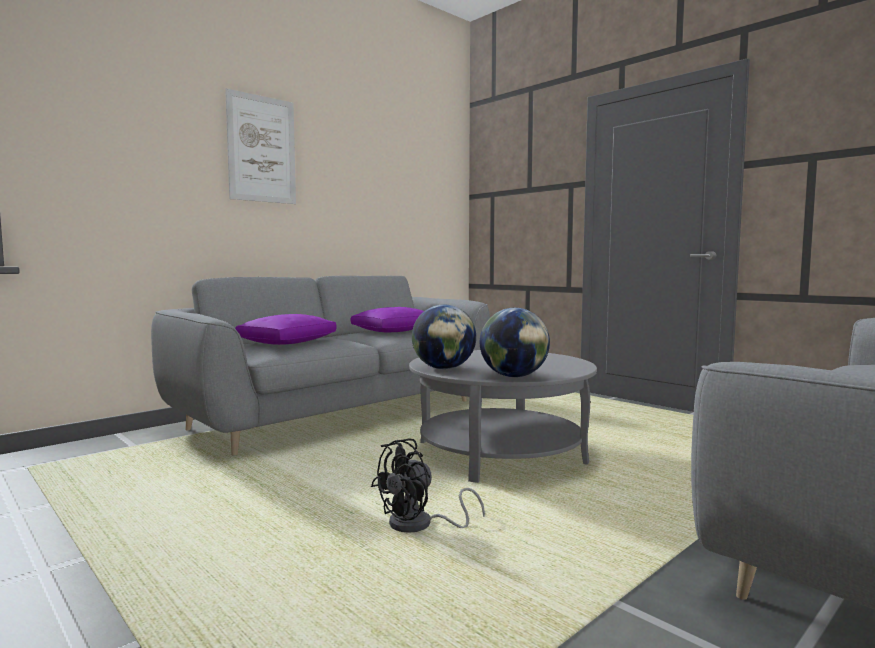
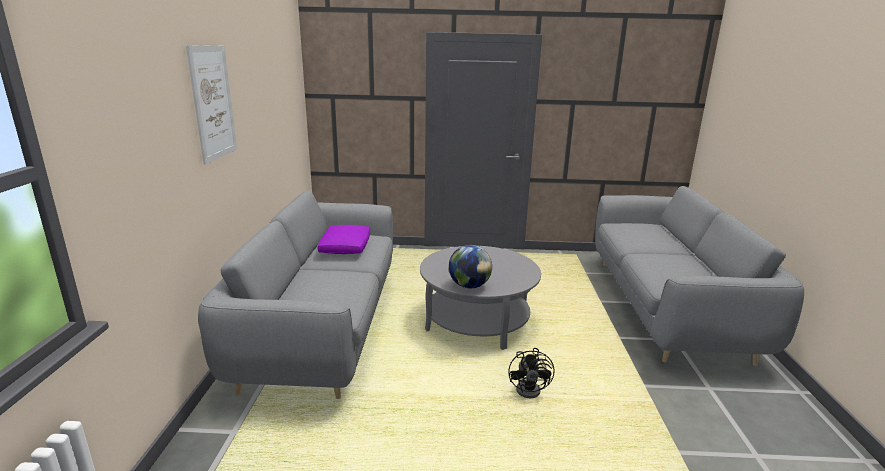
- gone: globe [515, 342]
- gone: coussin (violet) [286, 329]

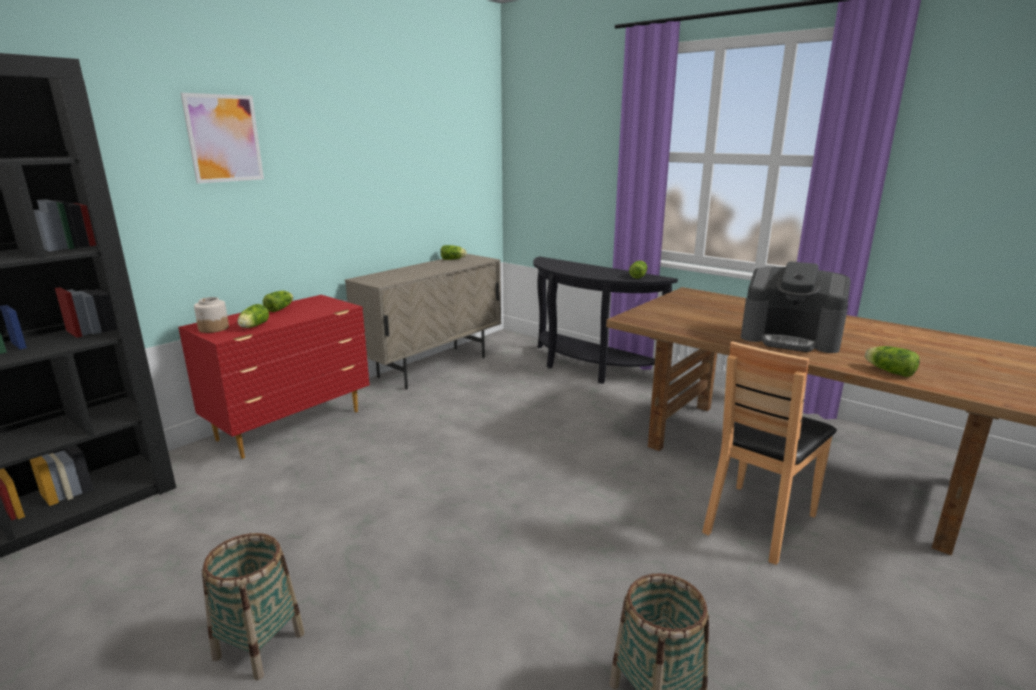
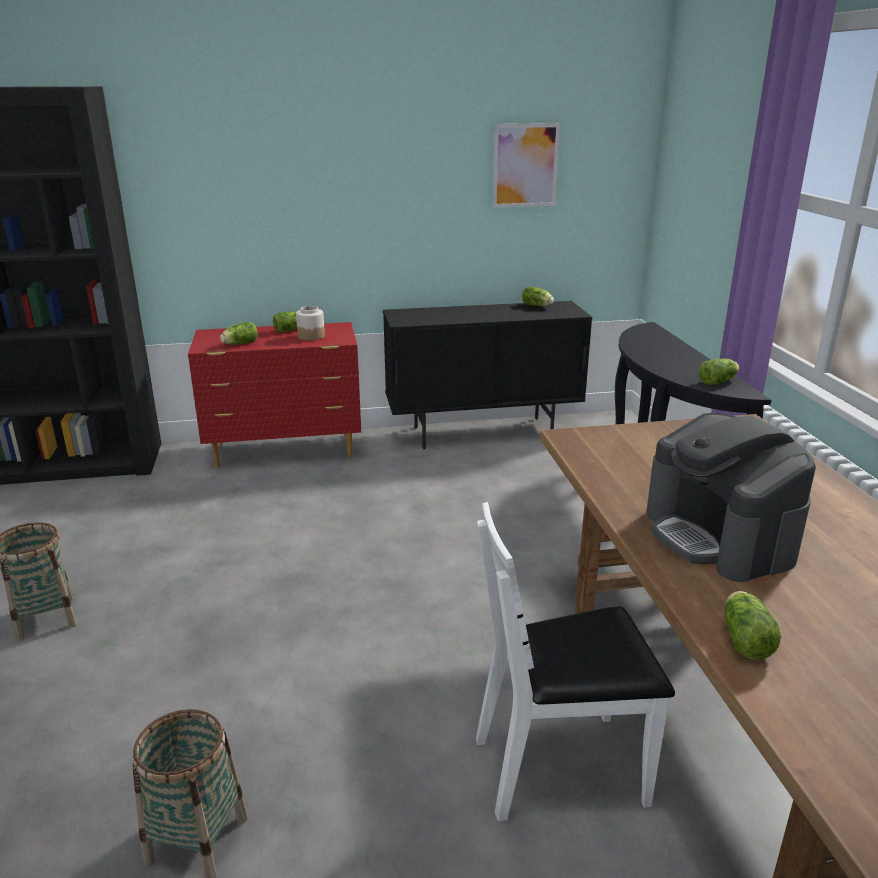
- shifted: tableau [222, 138] to [526, 165]
- repainted: meuble de rangement (beige) [423, 321] to meuble de rangement (noir) [487, 375]
- shifted: bocal [211, 315] to [310, 323]
- repainted: chaise (marron) [769, 453] to chaise (blanc) [575, 661]

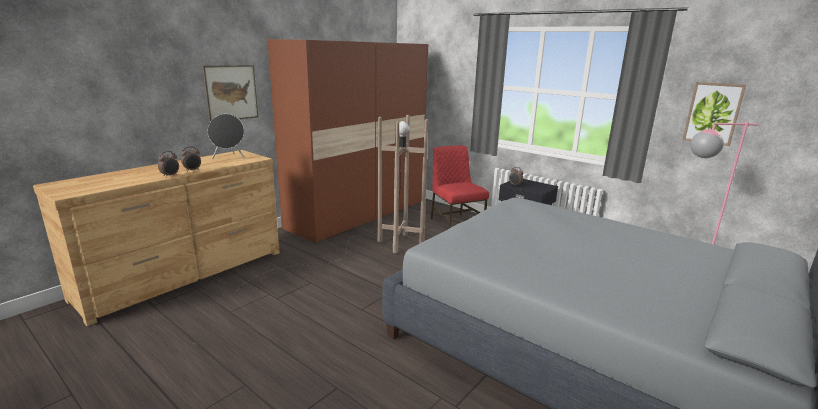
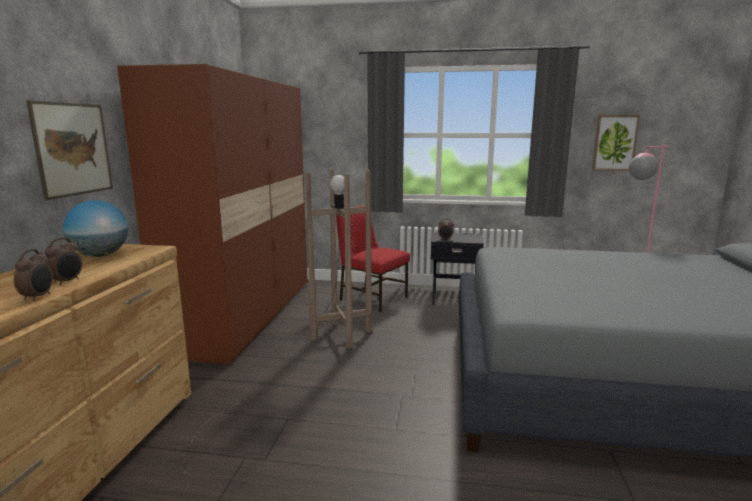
- swapped: enceinte (noir) [226, 136] to globe [95, 228]

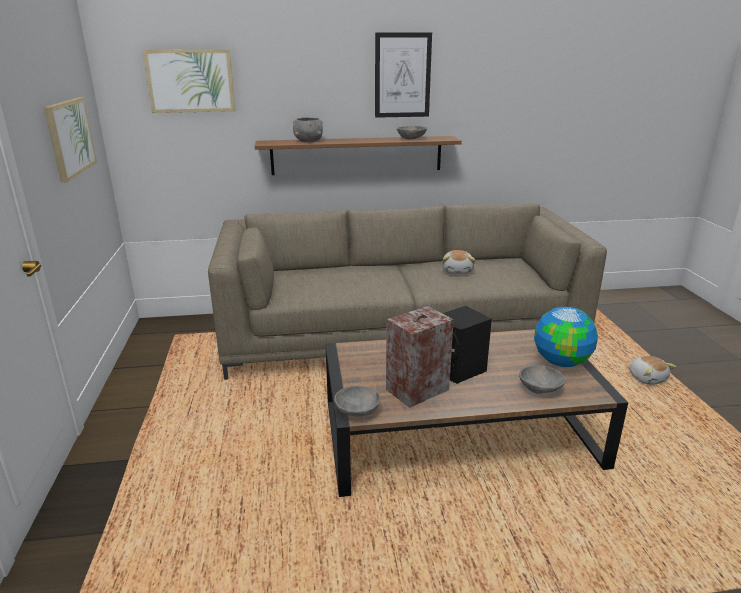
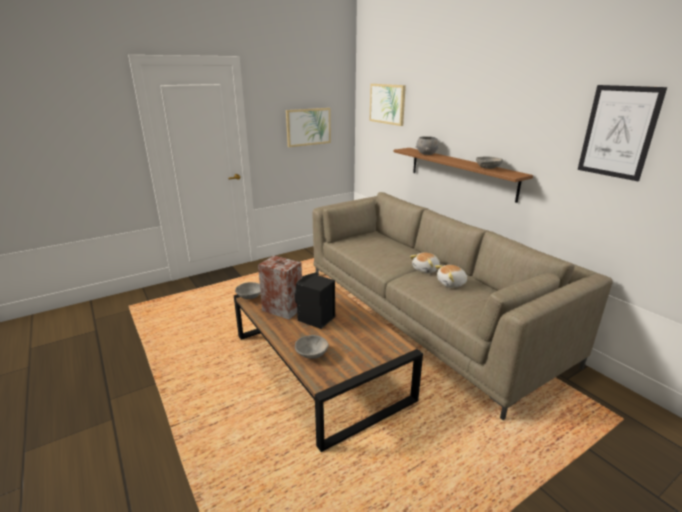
- shifted: tableau [403, 75] to [622, 133]
- gone: globe [566, 337]
- shifted: peluche [652, 370] to [425, 262]

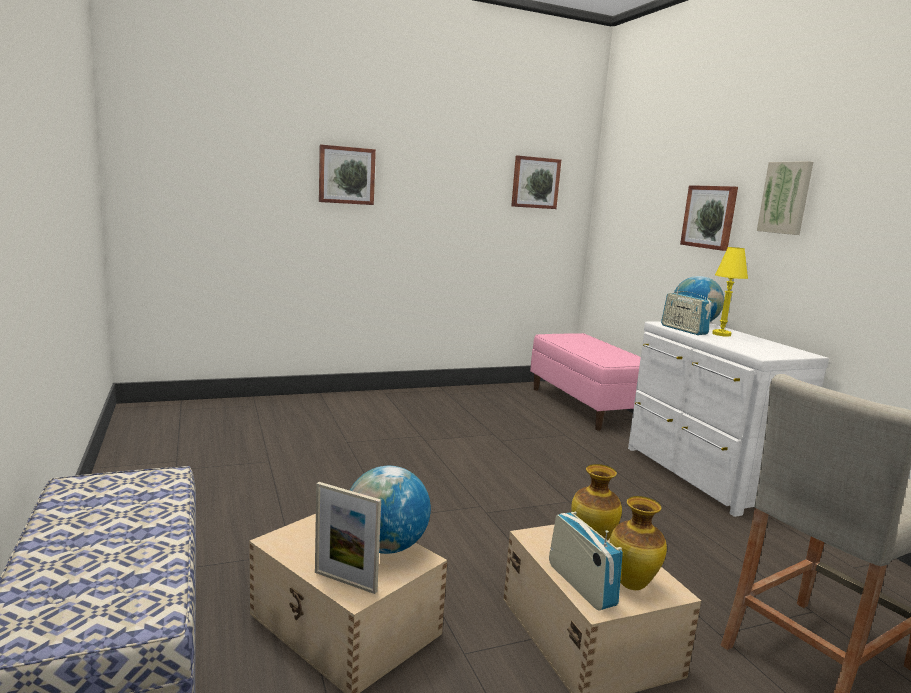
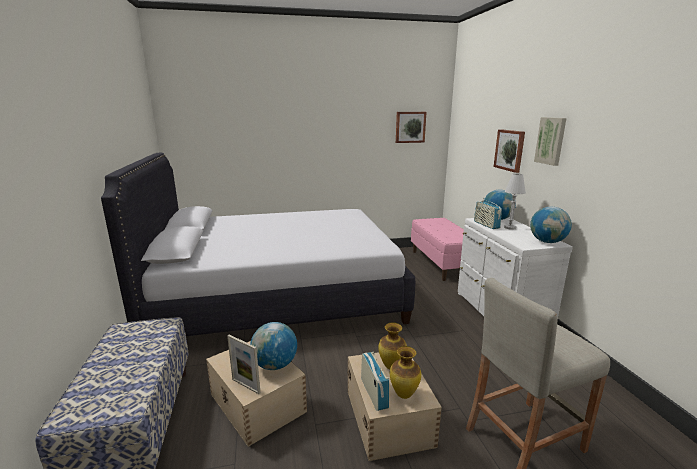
- gone: tableau [347, 174]
- repainted: lampe de table (jaune) [730, 292] to lampe de table (blanc) [515, 201]
- new: lit (blanc) [258, 244]
- new: globe [551, 225]

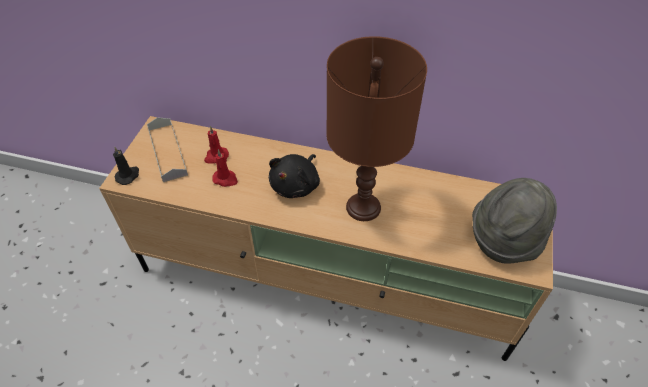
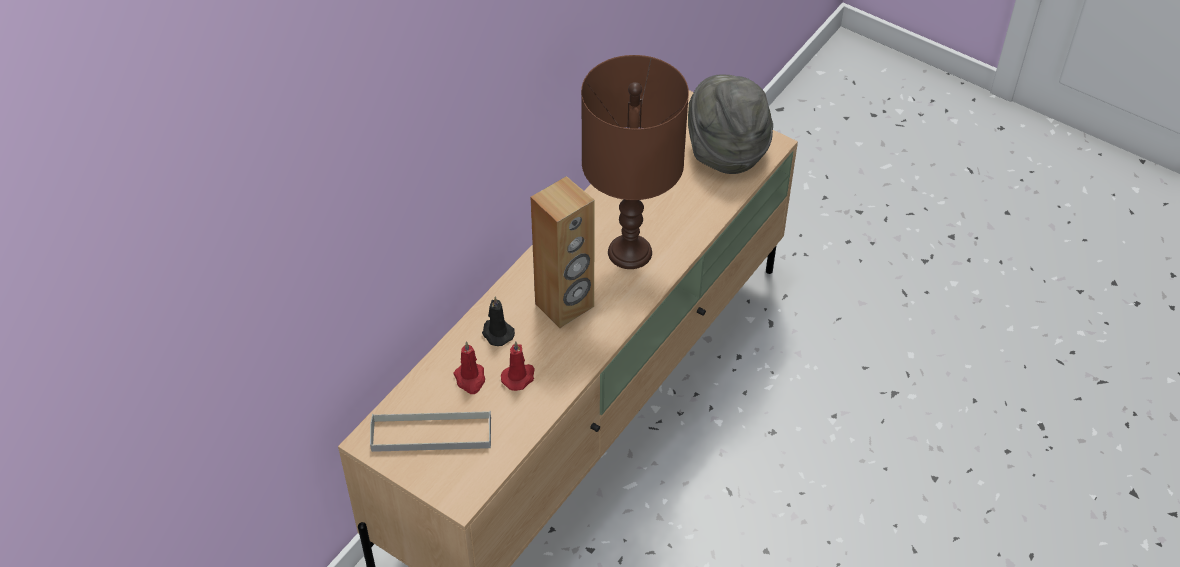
- shifted: bougie (noir) [126, 166] to [498, 321]
- swapped: peluche (noir) [294, 176] to enceinte (marron) [562, 252]

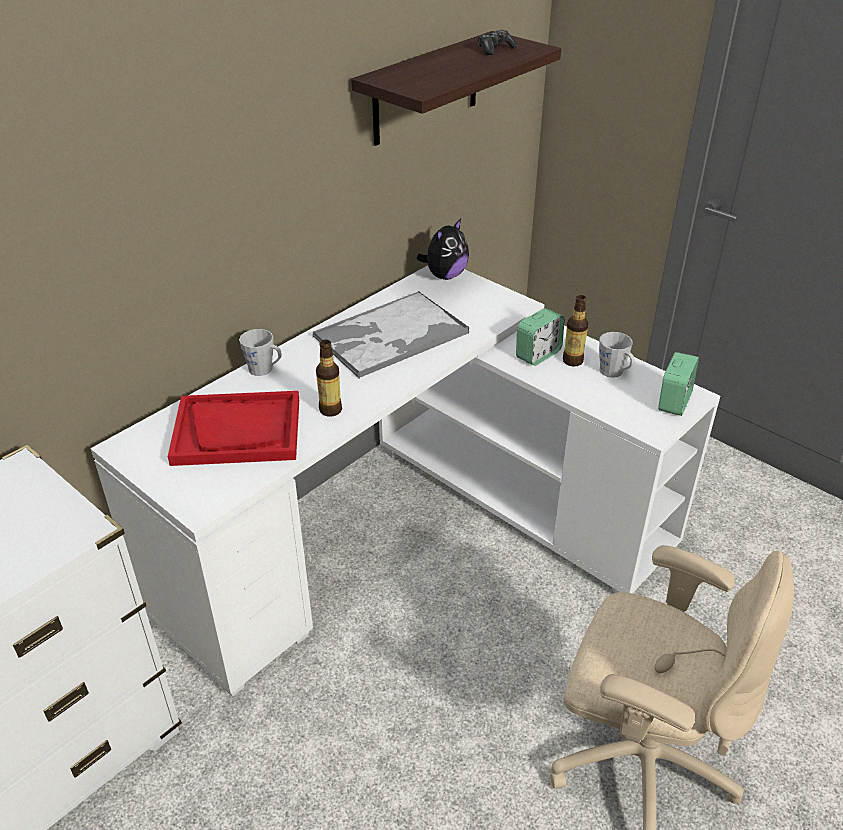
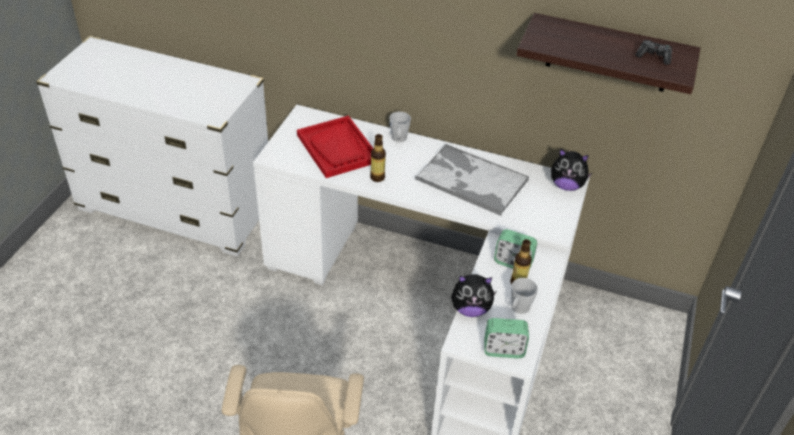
- new: peluche [473, 295]

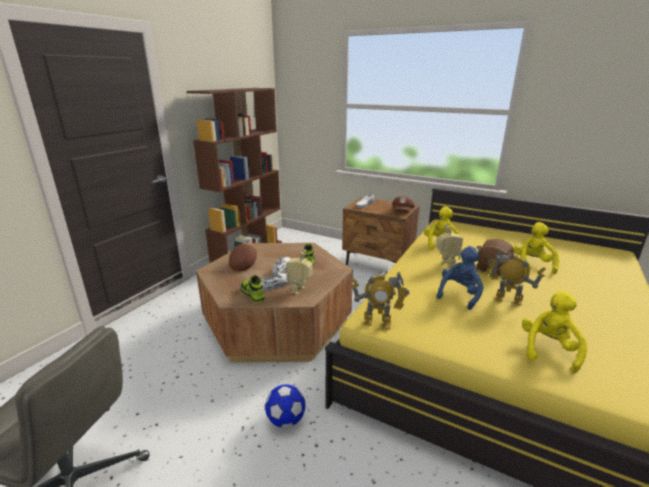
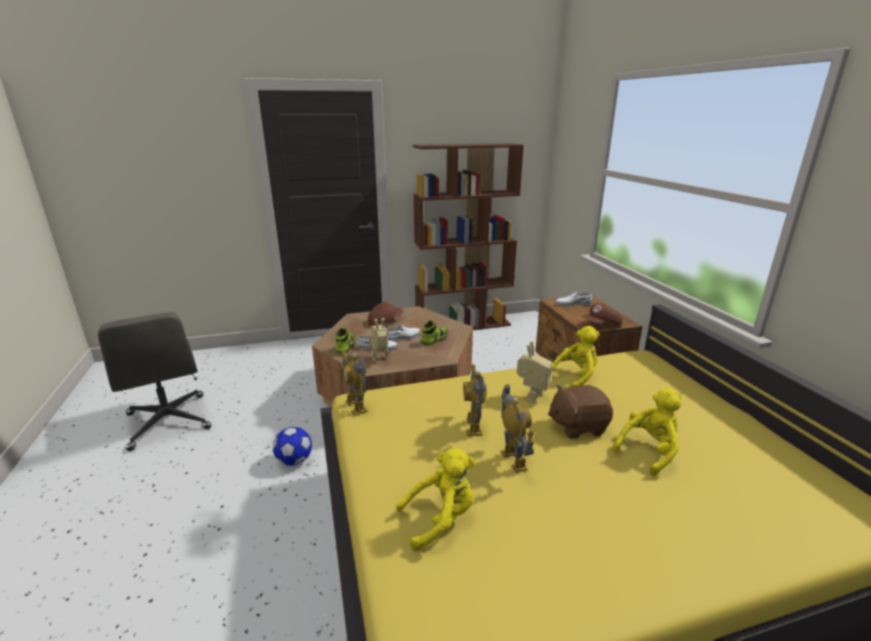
- swapped: peluche (bleu) [460, 278] to robot jouet [475, 400]

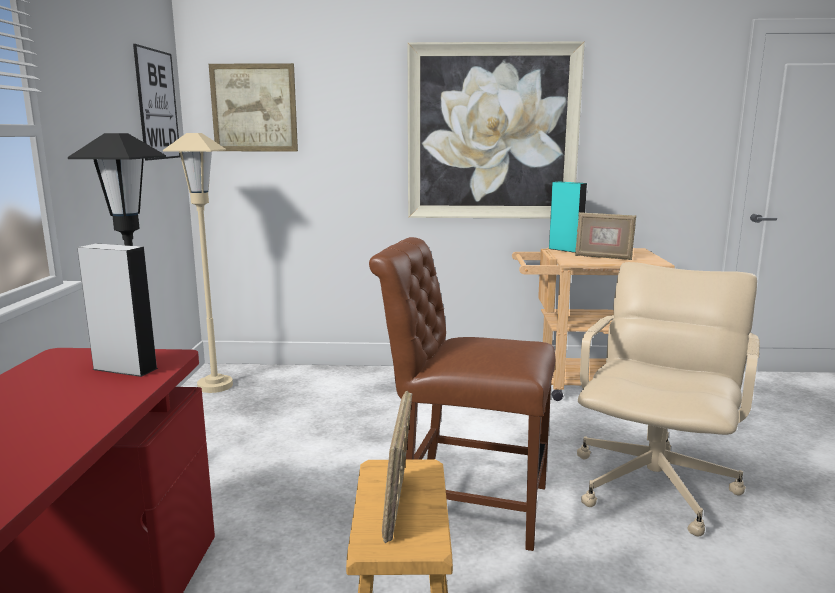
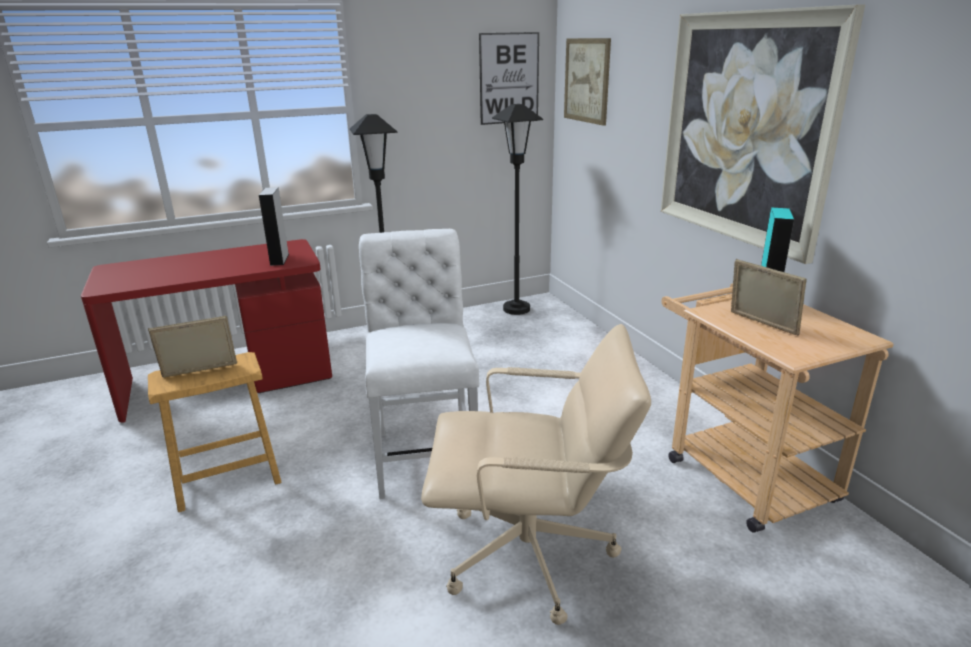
- repainted: lampadaire (beige) [198, 263] to lampadaire (noir) [517, 209]
- rotated: cadre photo [605, 236] = [769, 297] 150 degrees clockwise
- repainted: chaise (marron) [462, 394] to chaise (blanc) [419, 364]

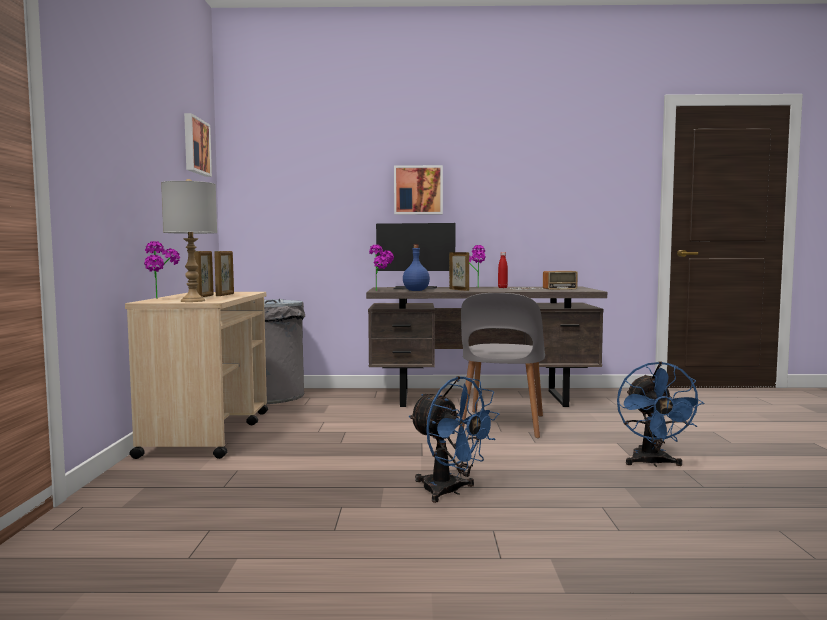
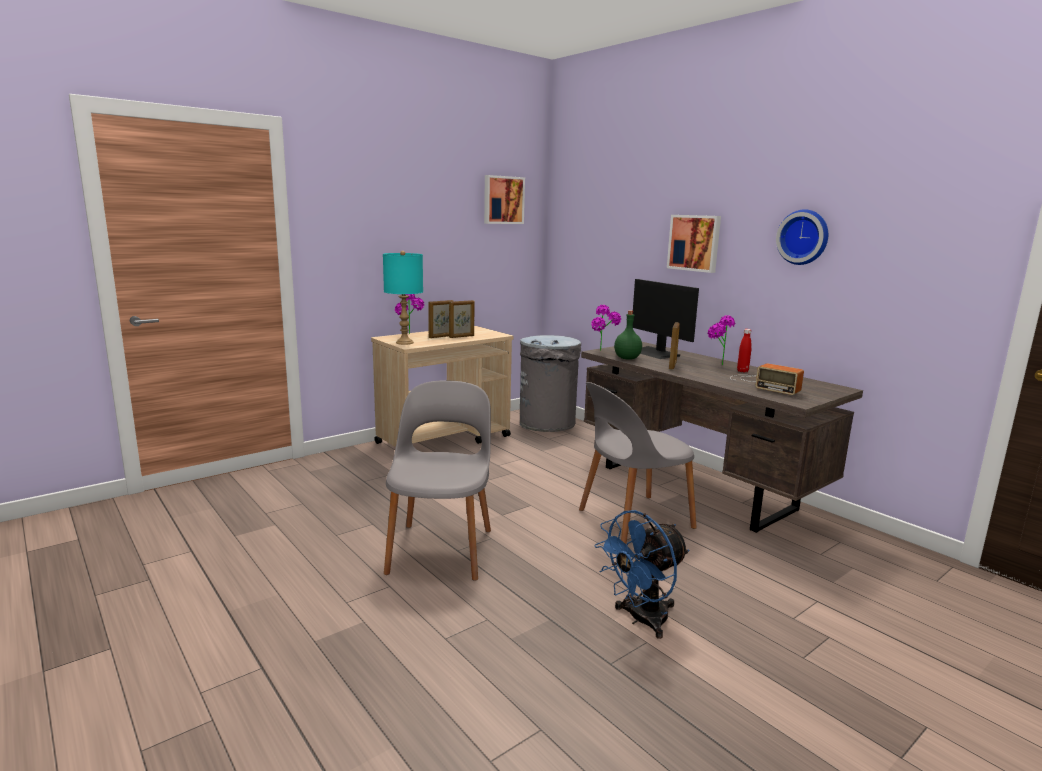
- repainted: lampe de table (gris) [189, 240] to lampe de table (turquoise) [403, 298]
- repainted: bouteille (bleu) [416, 267] to bouteille (vert) [628, 334]
- swapped: ventilateur (bleu) [454, 439] to chaise (gris) [437, 480]
- new: horloge murale [802, 237]

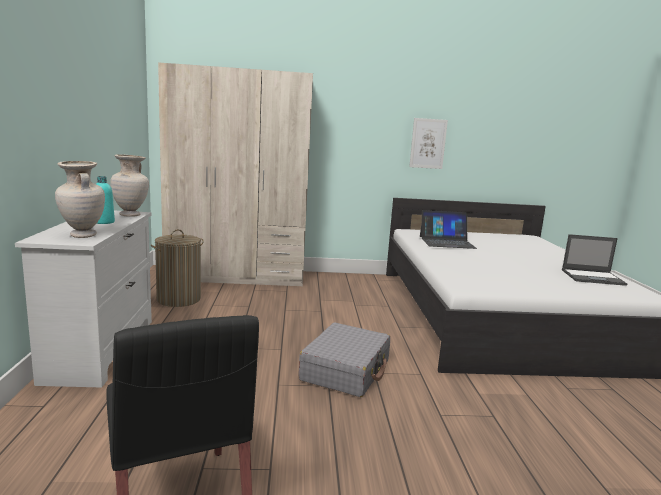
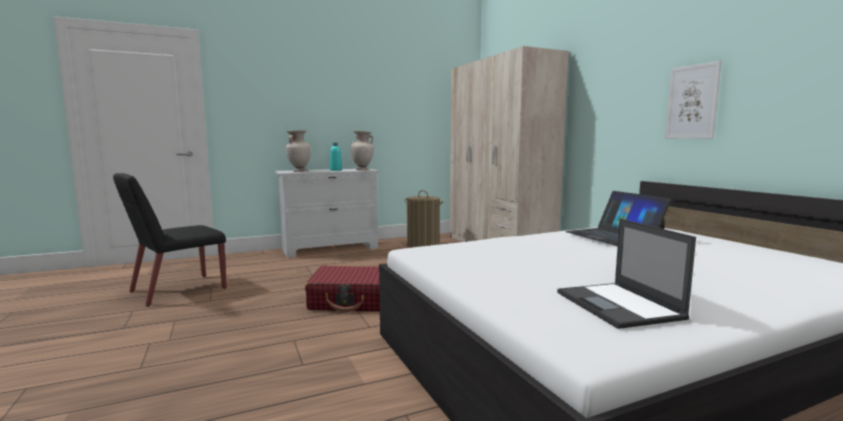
- repainted: valise (gris) [344, 360] to valise (rouge) [342, 289]

